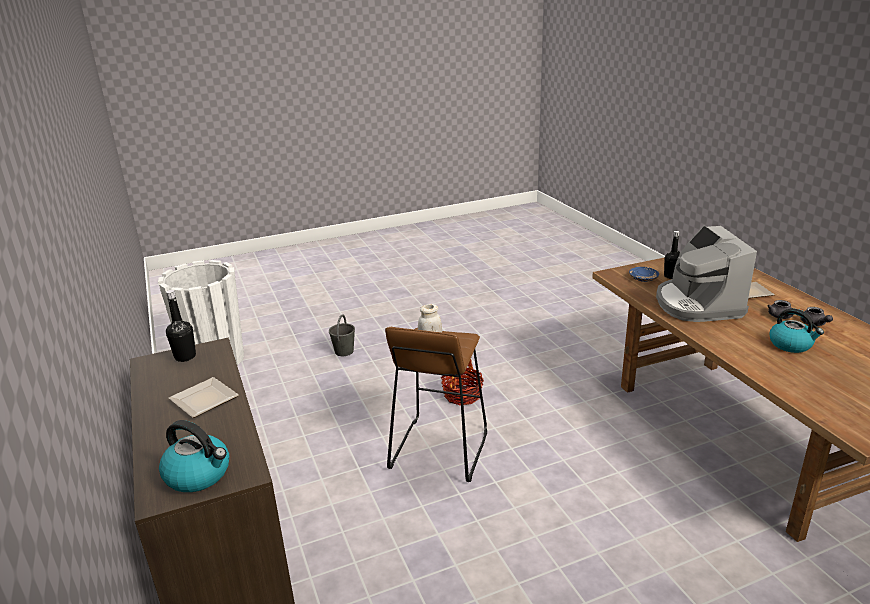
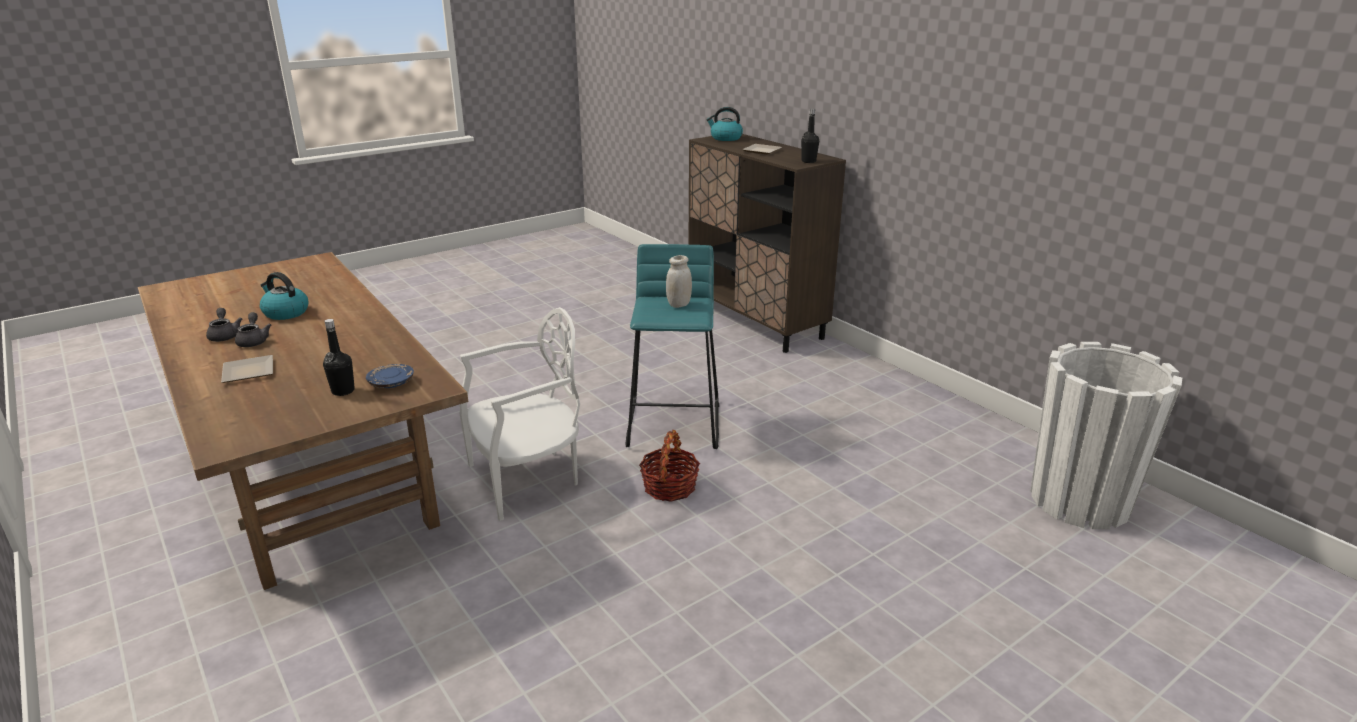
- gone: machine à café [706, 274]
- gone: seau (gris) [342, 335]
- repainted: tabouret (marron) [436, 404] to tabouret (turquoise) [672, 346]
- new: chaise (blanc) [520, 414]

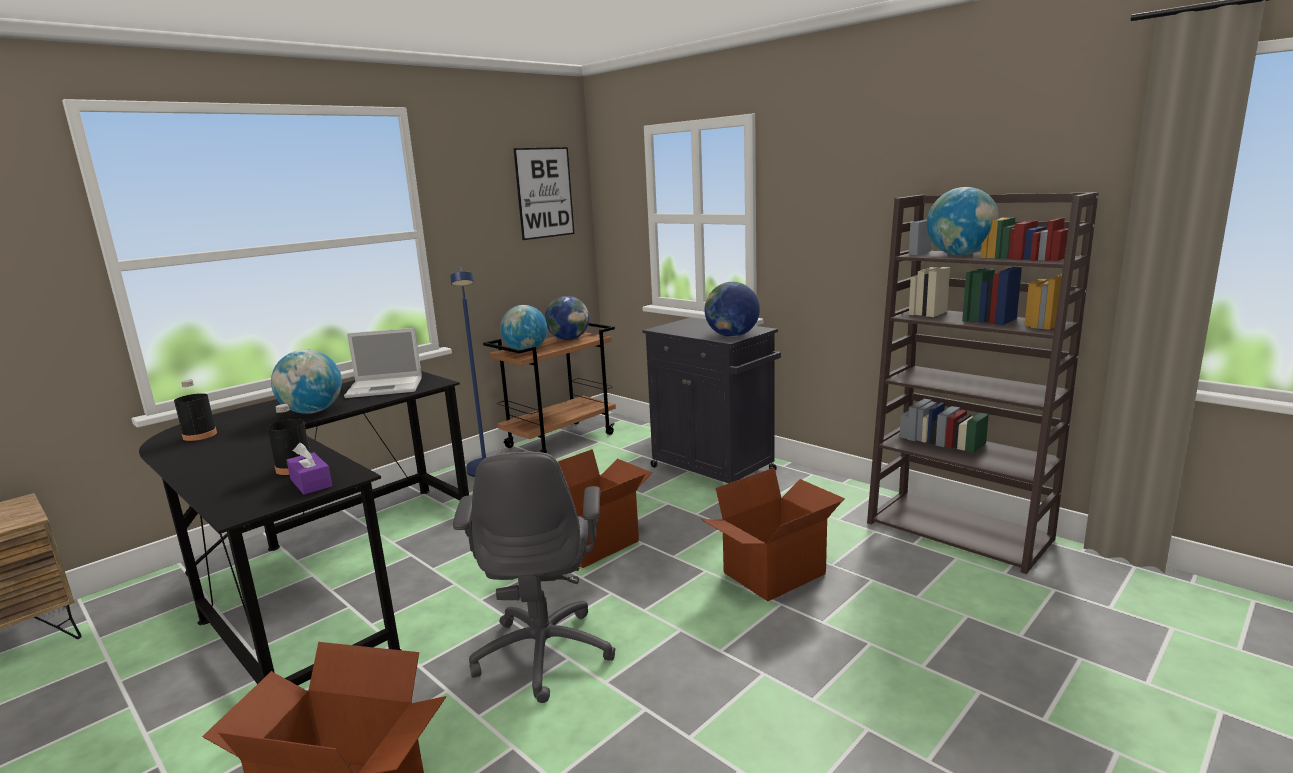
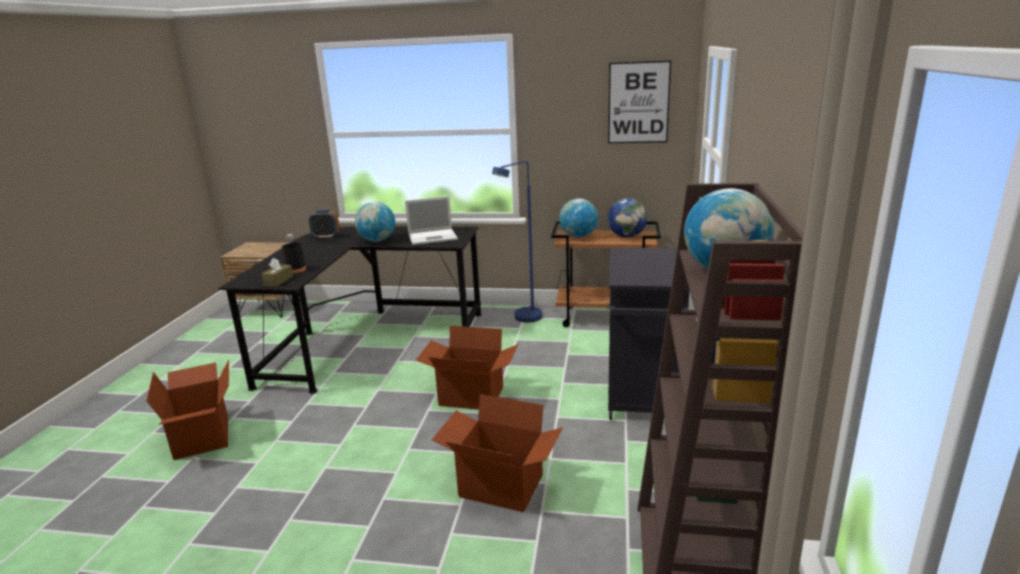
- gone: globe [732, 309]
- rotated: ordinateur portable [383, 363] = [431, 220] 60 degrees counterclockwise
- swapped: bouteille (noir) [195, 410] to réveil [324, 224]
- repainted: boîte à mouchoirs (violet) [309, 469] to boîte à mouchoirs (marron) [277, 272]
- gone: chaise de bureau (gris) [534, 577]

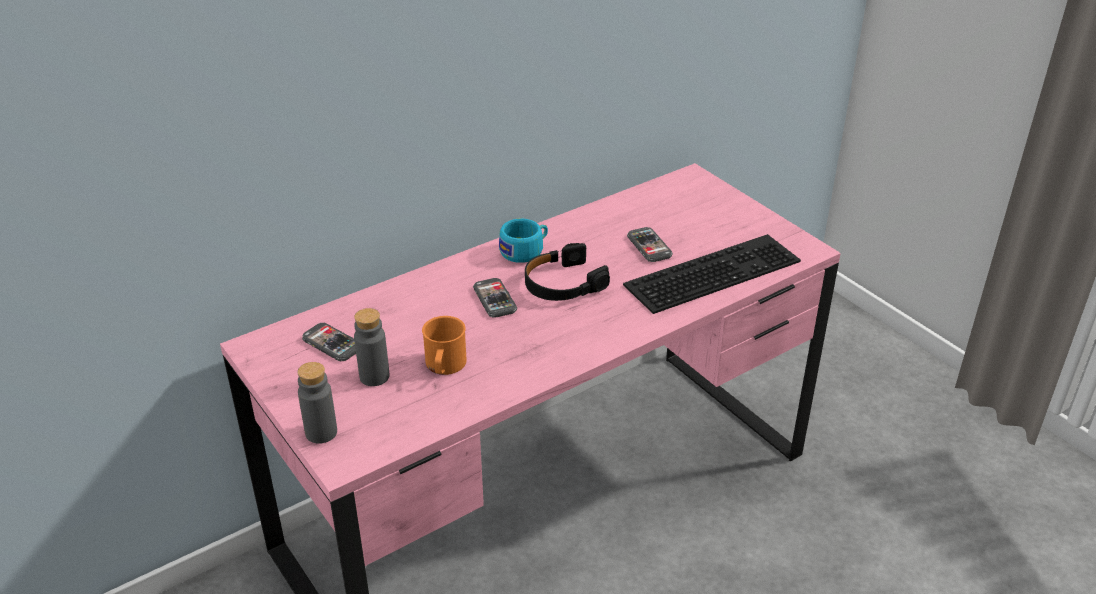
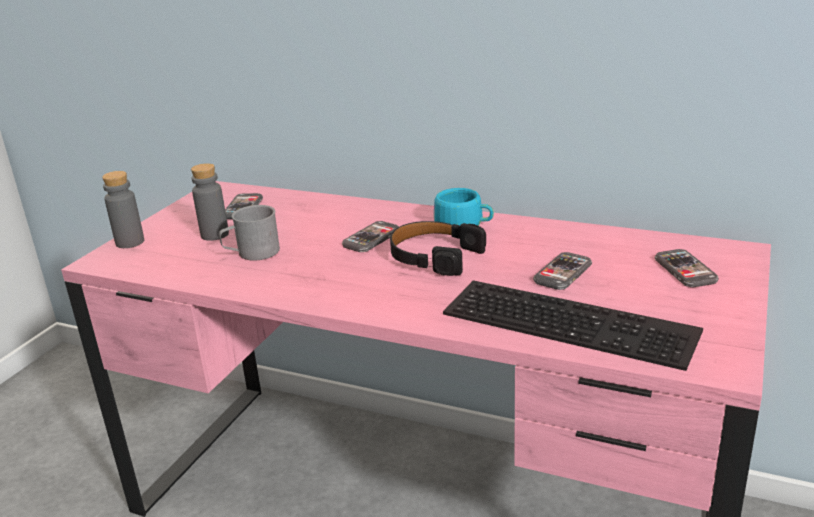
- repainted: mug (orange) [444, 345] to mug (gris) [249, 233]
- new: téléphone [687, 268]

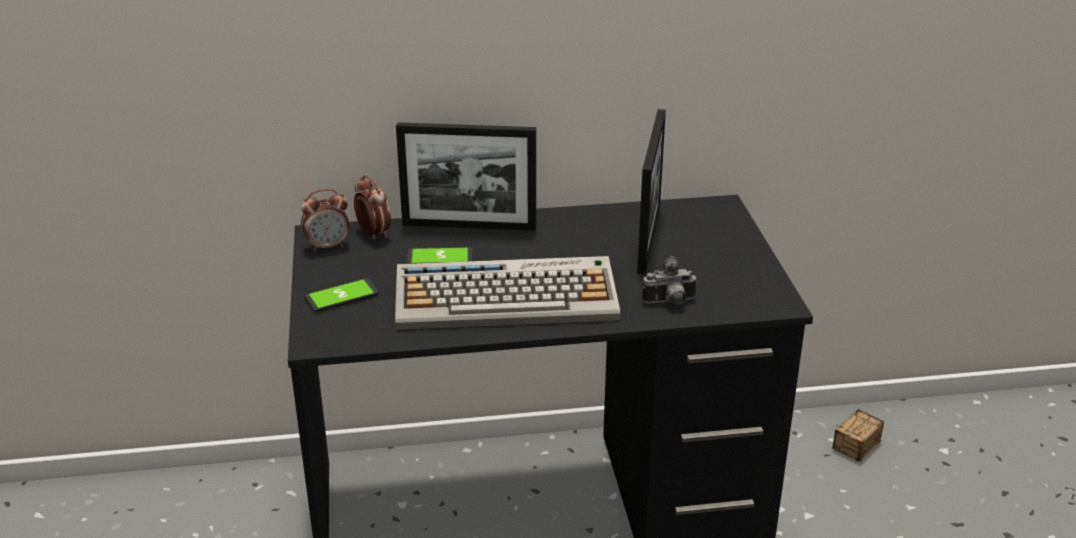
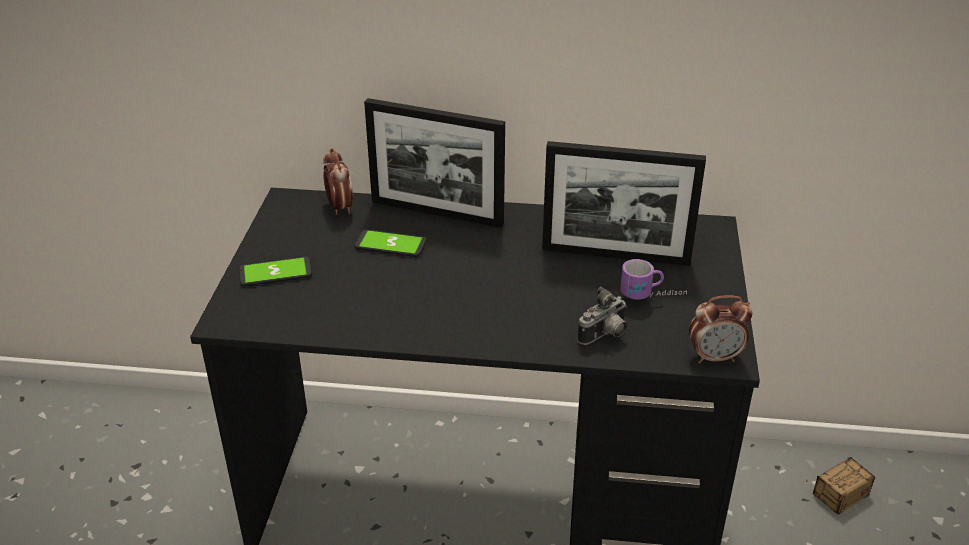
- rotated: cadre photo [651, 192] = [624, 203] 75 degrees clockwise
- shifted: réveil [325, 220] to [721, 329]
- gone: clavier [507, 293]
- rotated: appareil photo [669, 280] = [602, 316] 45 degrees counterclockwise
- new: mug [653, 279]

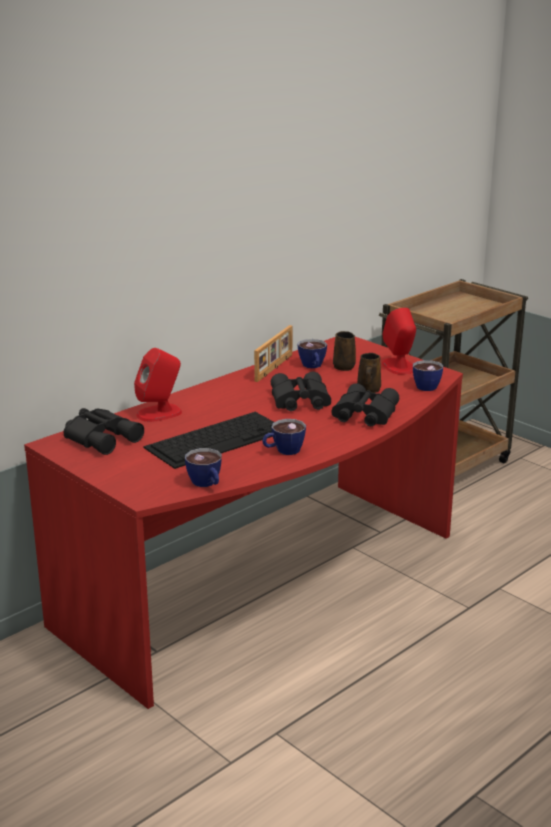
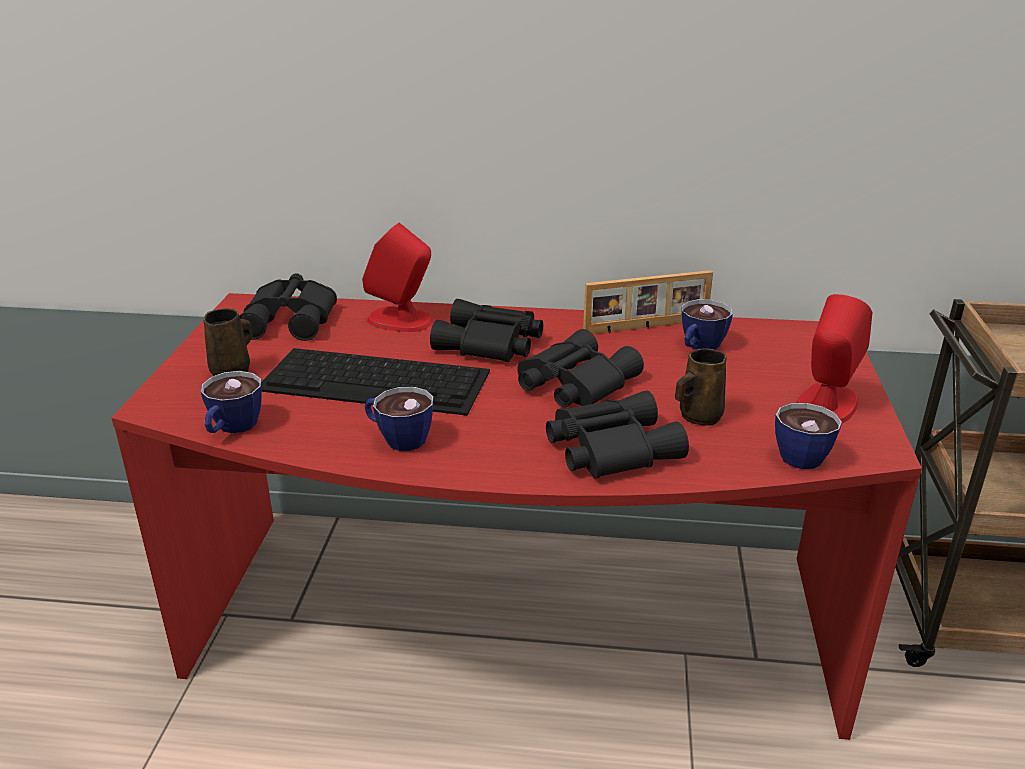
- shifted: mug (marron) [344, 351] to [228, 342]
- new: jumelles (noir) [486, 330]

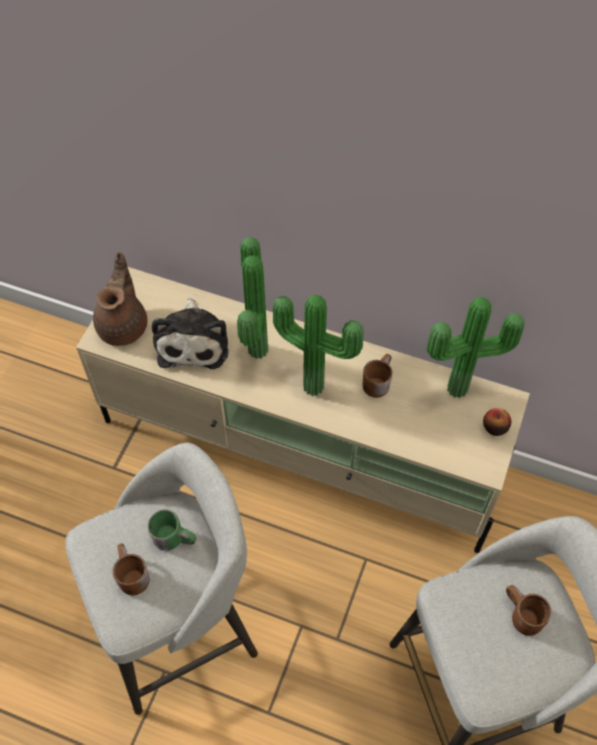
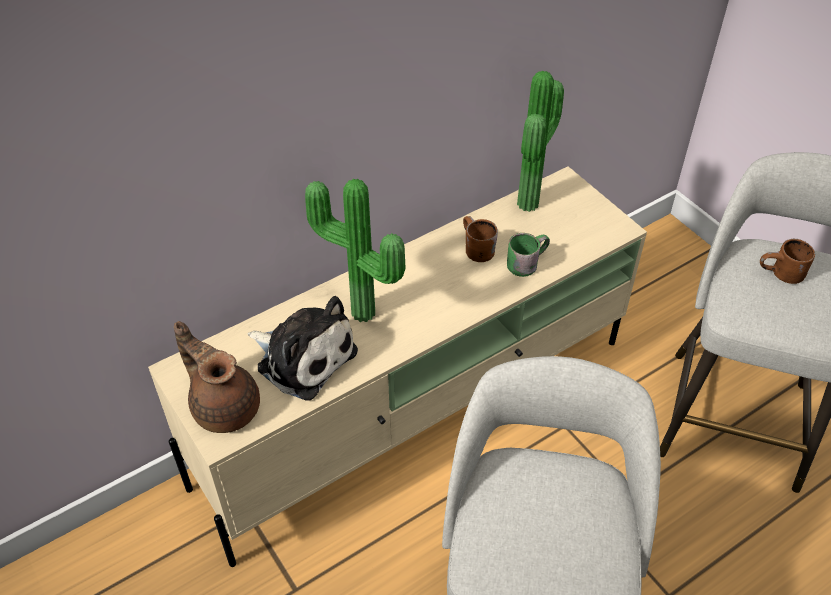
- gone: plante en pot [318, 345]
- gone: pomme [497, 422]
- shifted: mug (vert) [172, 530] to [528, 255]
- gone: mug (marron) [130, 569]

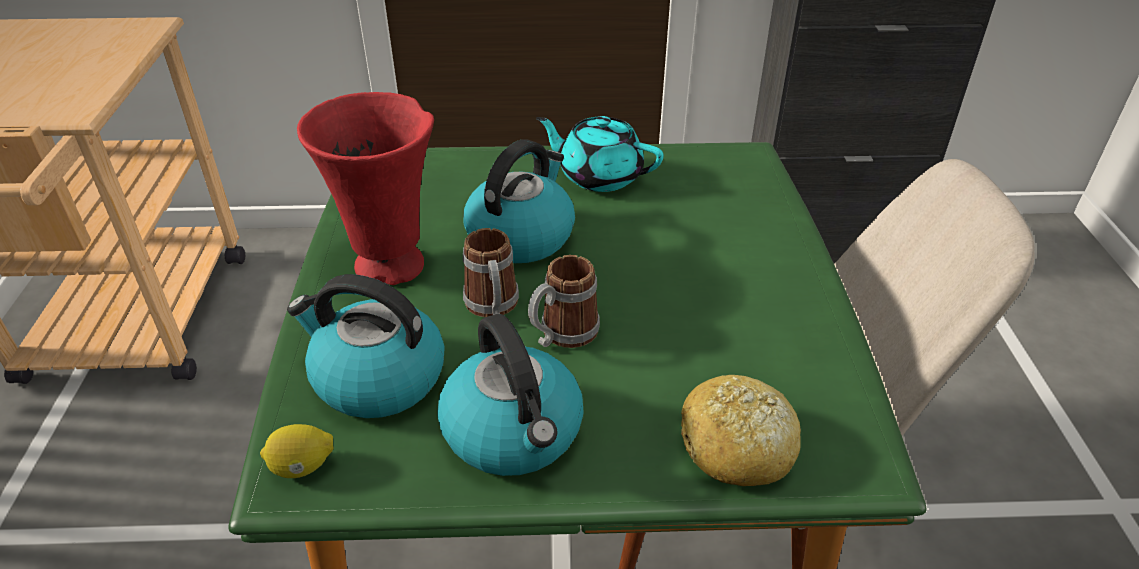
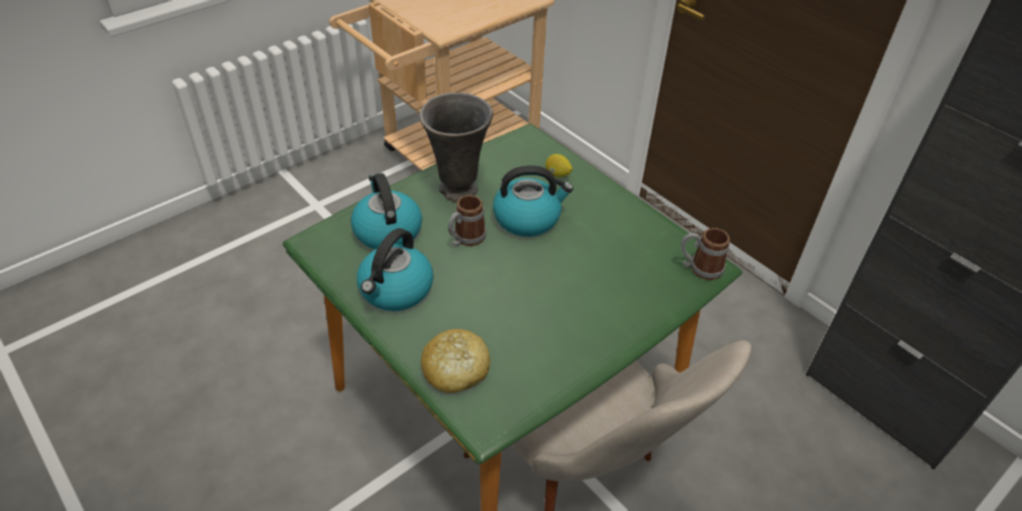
- repainted: vase (rouge) [365, 188] to vase (gris) [456, 148]
- gone: théière (turquoise) [600, 154]
- shifted: mug [564, 301] to [705, 254]
- shifted: citron [296, 451] to [559, 165]

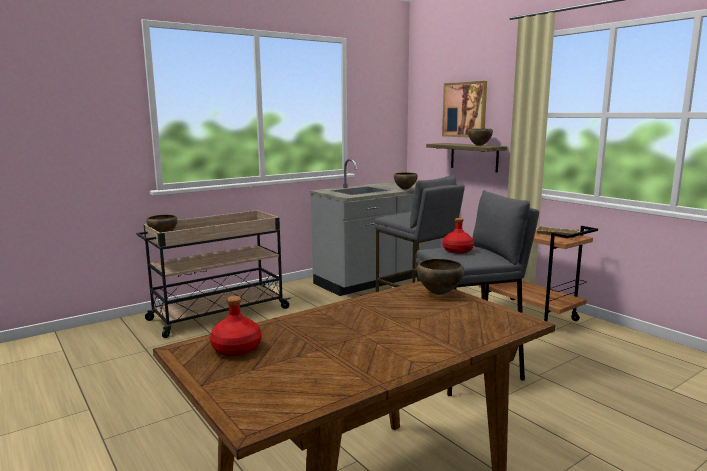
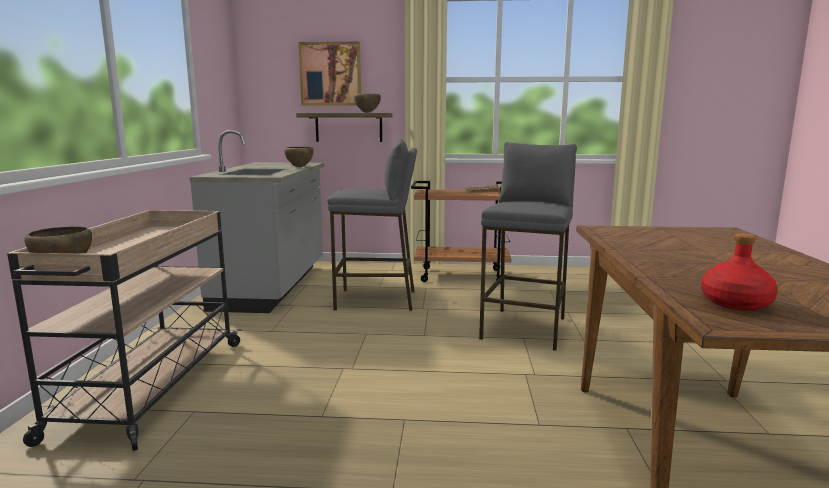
- gone: bouteille (rouge) [458, 236]
- gone: bol (marron) [440, 277]

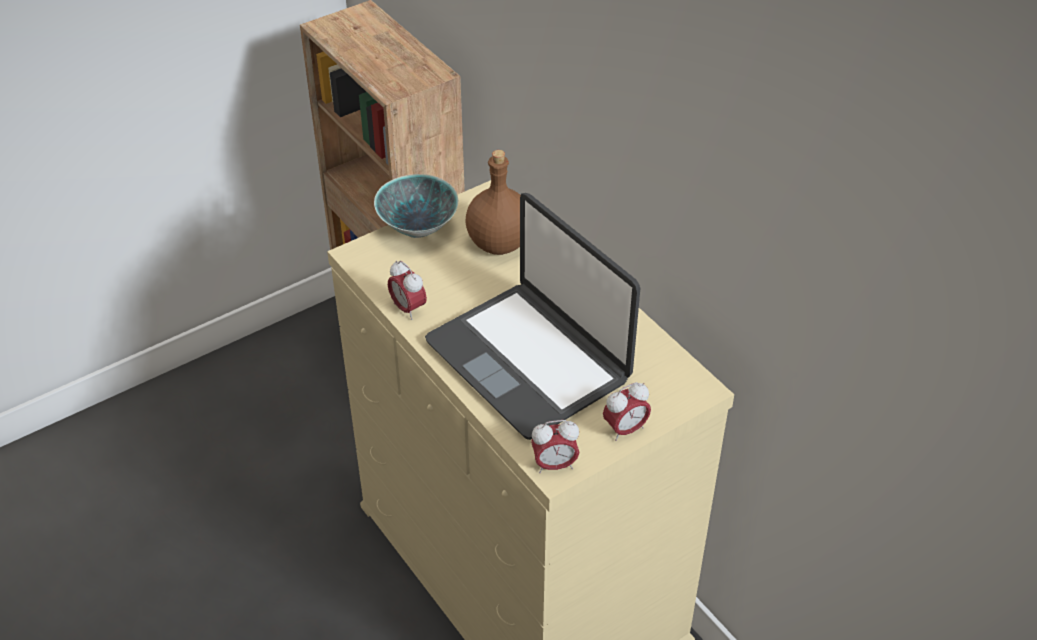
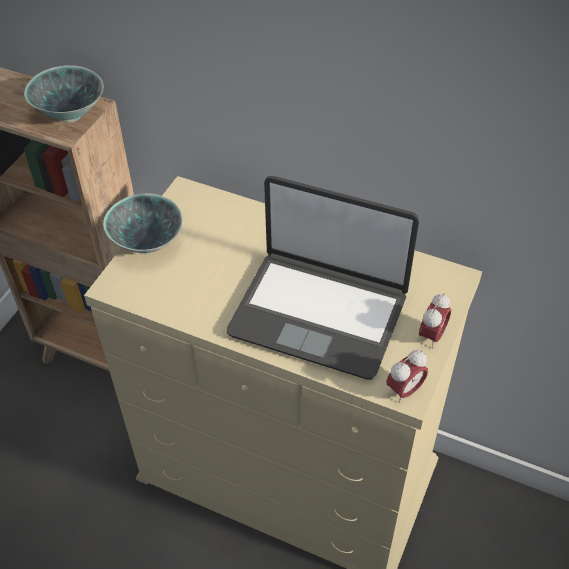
- gone: bouteille (marron) [493, 202]
- gone: réveil [407, 290]
- new: bol [64, 94]

